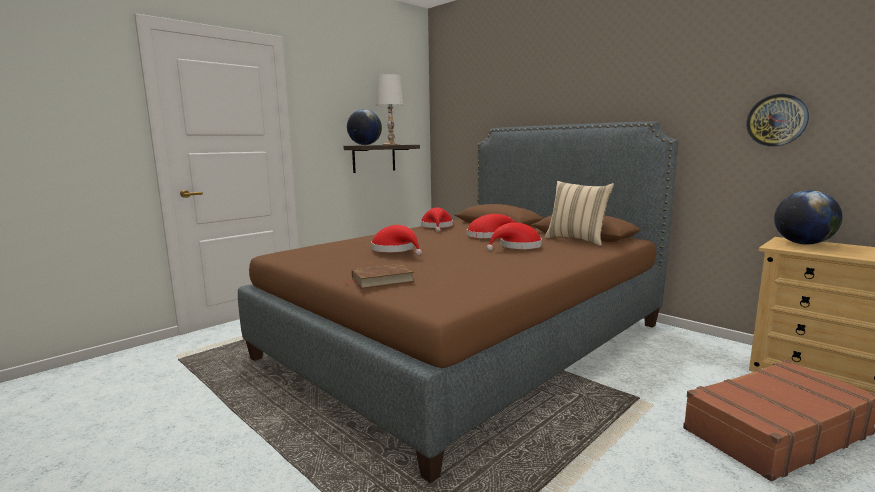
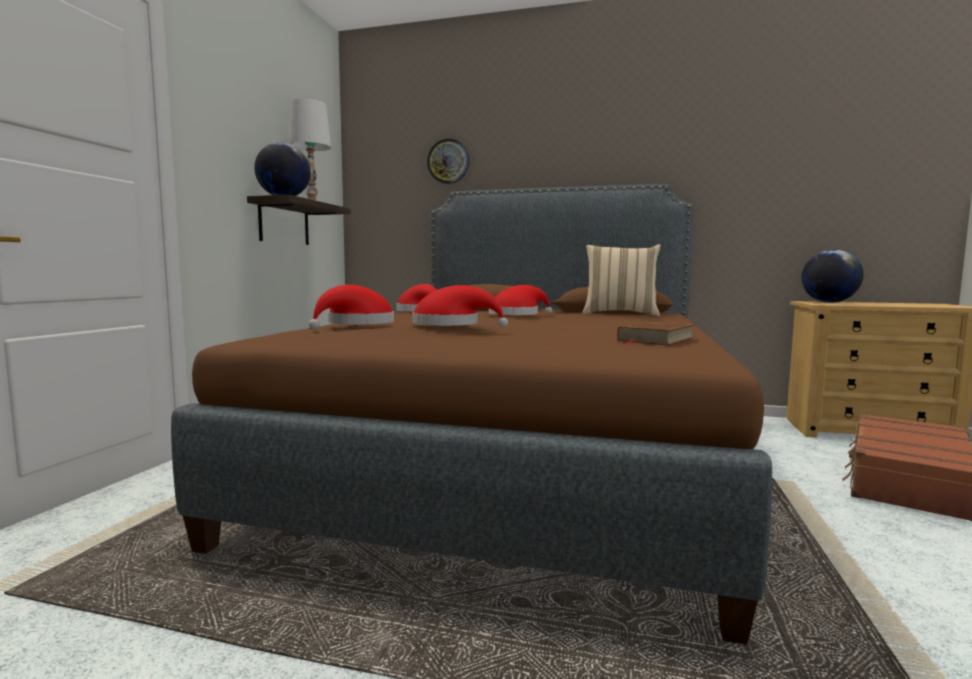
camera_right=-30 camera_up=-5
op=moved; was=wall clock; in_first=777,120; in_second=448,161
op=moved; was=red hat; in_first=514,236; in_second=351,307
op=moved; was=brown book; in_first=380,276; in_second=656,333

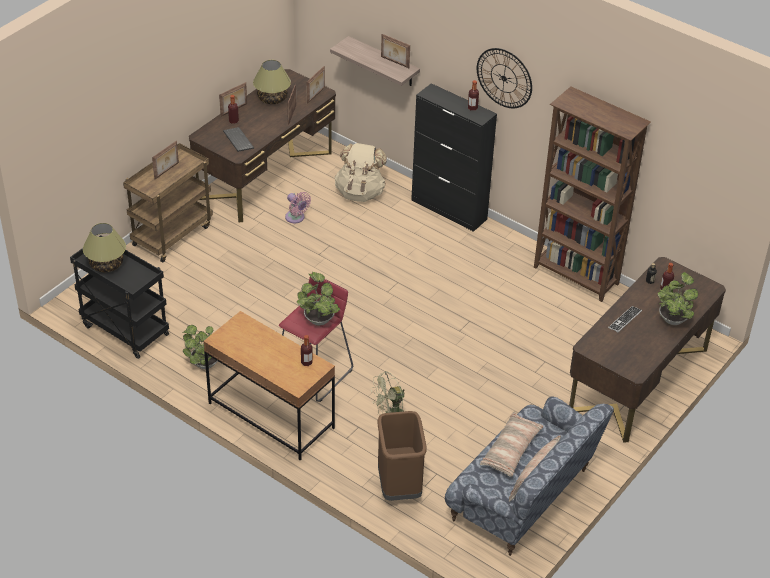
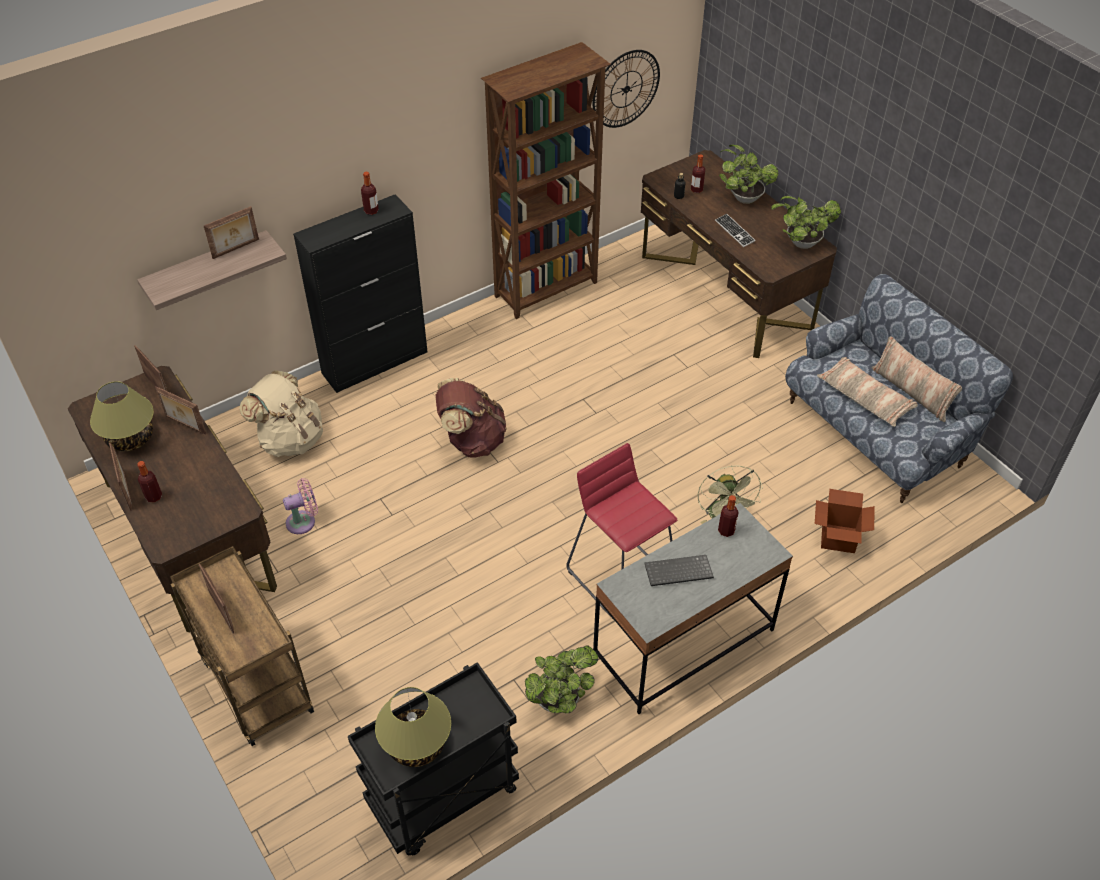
camera_right=-70 camera_up=5
op=moved; was=wall clock; in_first=504,78; in_second=626,89
op=moved; was=keyboard; in_first=238,139; in_second=679,570
op=moved; was=potted plant; in_first=318,299; in_second=806,222
op=recoloured; was=brown desk; now=grey desk; in_first=269,385; in_second=693,608
op=replaced; was=brown trash can; now=cardboard box; in_first=402,456; in_second=845,521
op=added; now=brown backpack; in_second=471,417

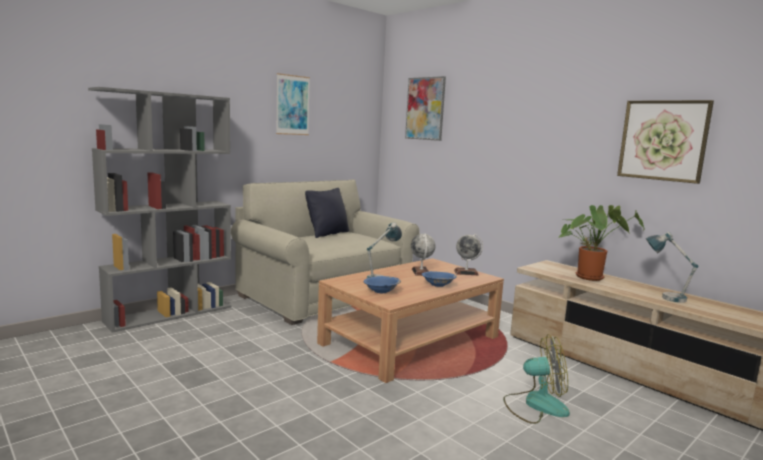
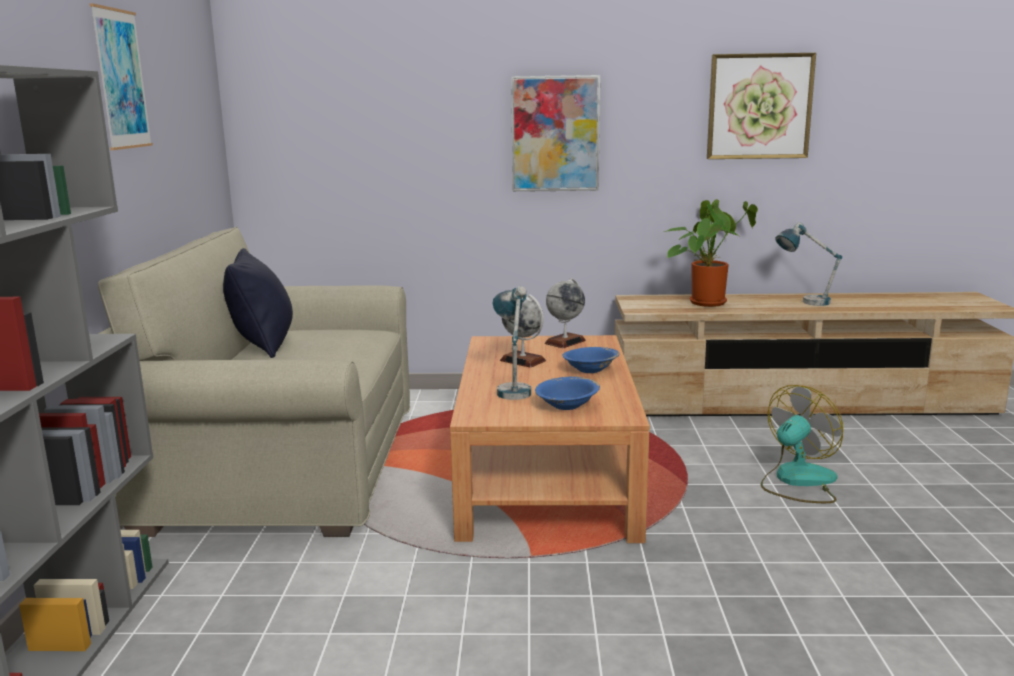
camera_right=-45 camera_up=5
op=moved; was=picture; in_first=425,108; in_second=555,133

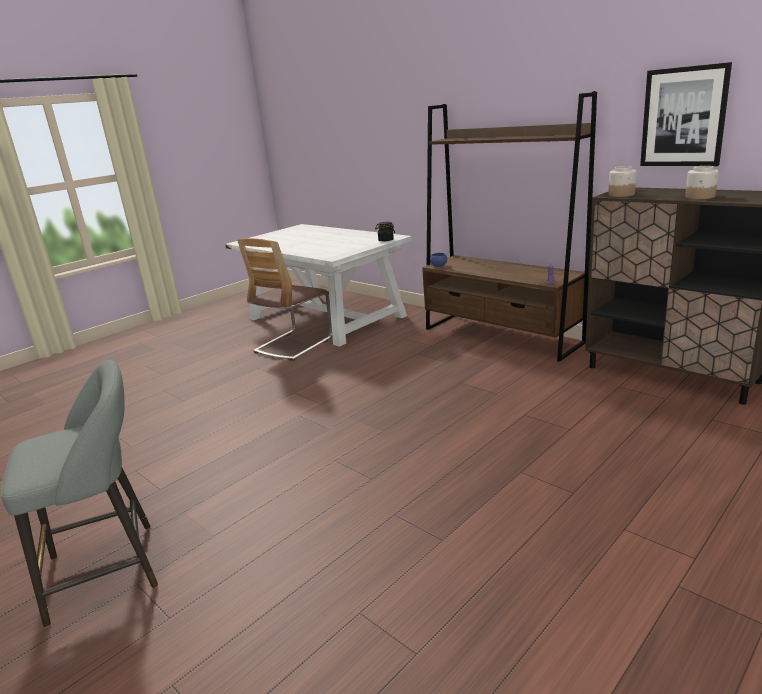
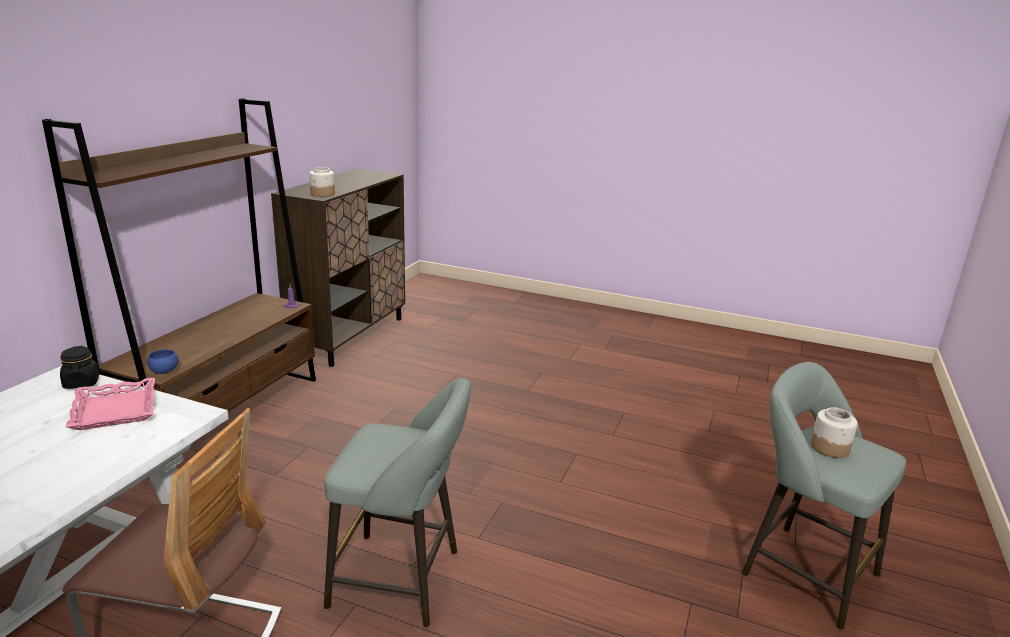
camera_right=-115 camera_up=0
op=removed; was=picture; in_first=686,114
op=moved; was=jar; in_first=701,182; in_second=834,432
op=added; now=pink tray; in_second=110,404
op=added; now=grey stool; in_second=397,503

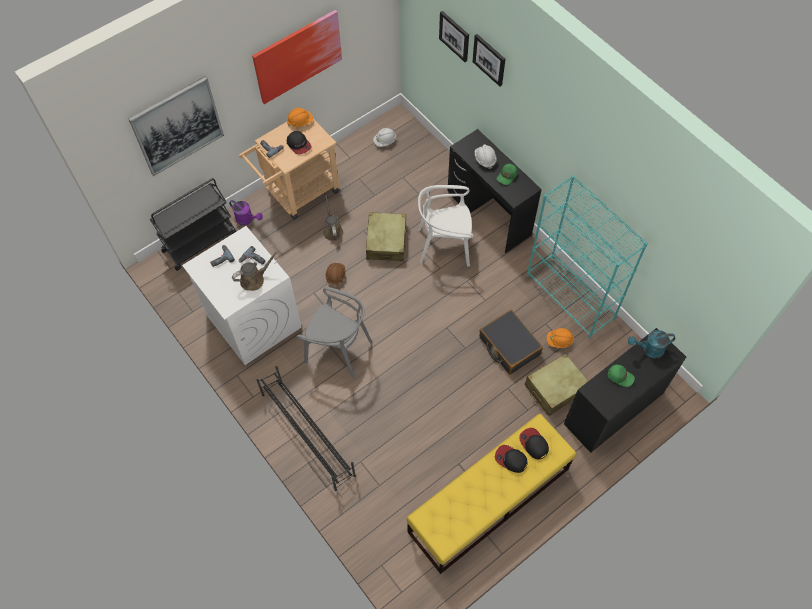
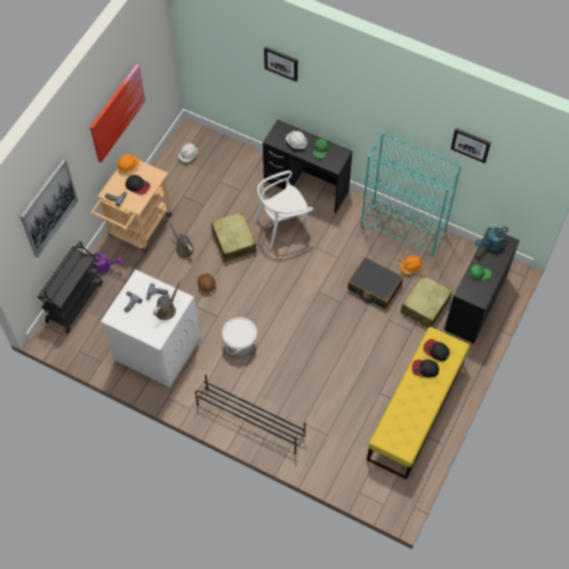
camera_right=-25 camera_up=0
op=moved; was=picture; in_first=454,36; in_second=471,145
op=replaced; was=grey chair; now=white bucket; in_first=334,332; in_second=239,336

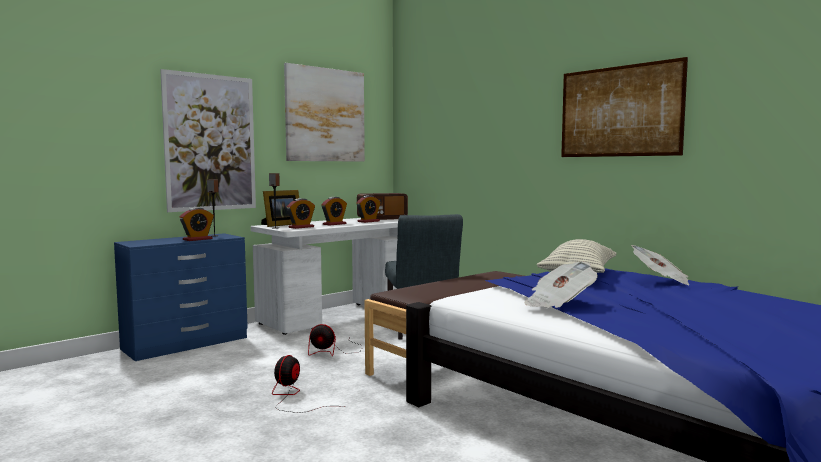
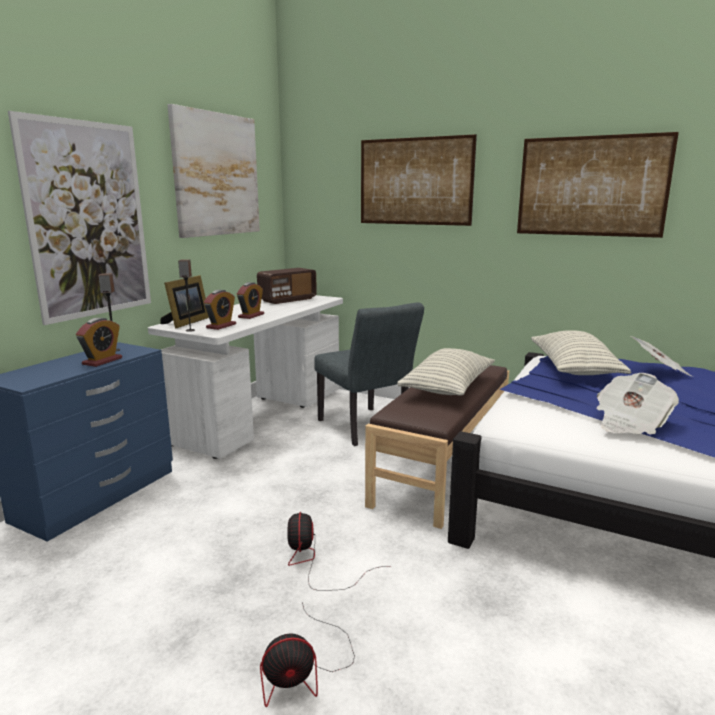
camera_right=-20 camera_up=10
op=removed; was=alarm clock; in_first=368,209
op=moved; was=fan; in_first=335,340; in_second=307,654
op=added; now=picture; in_second=419,180
op=added; now=pillow; in_second=446,372

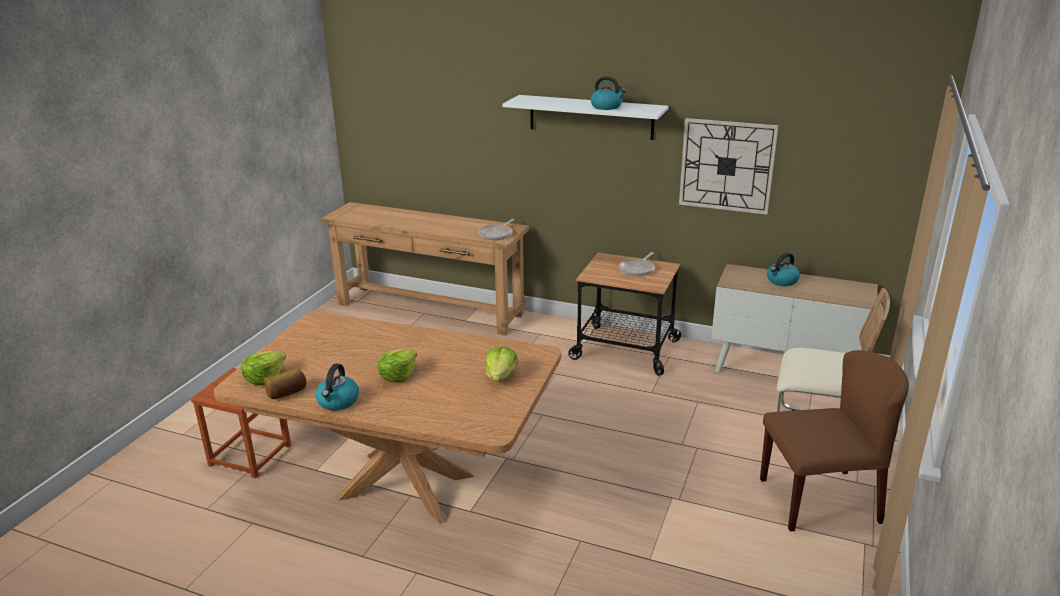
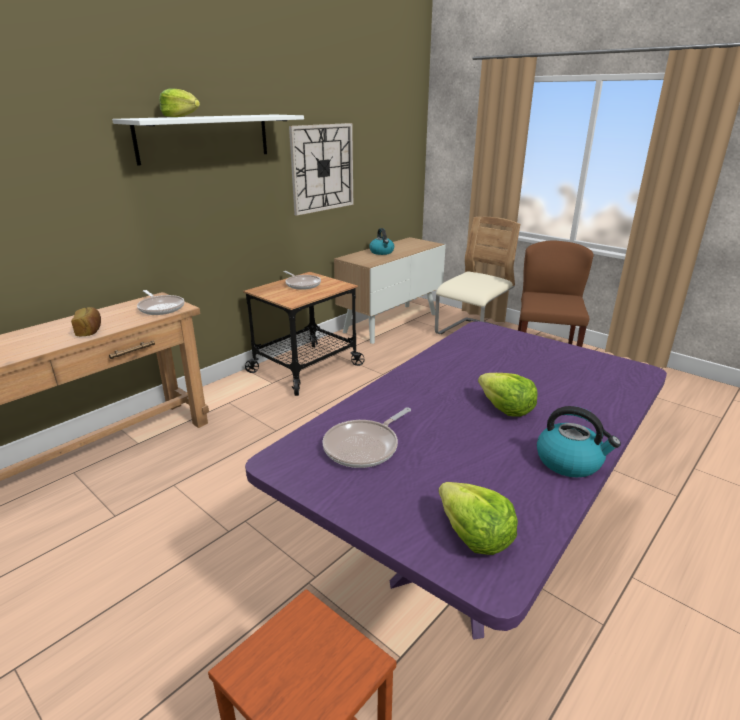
camera_right=-70 camera_up=0
op=removed; was=kettle; in_first=608,93
op=recoloured; was=brown dining table; now=purple dining table; in_first=387,418; in_second=456,480
op=moved; was=lettuce; in_first=501,363; in_second=179,102
op=moved; was=bread; in_first=285,383; in_second=86,321
op=added; now=frying pan; in_second=367,437

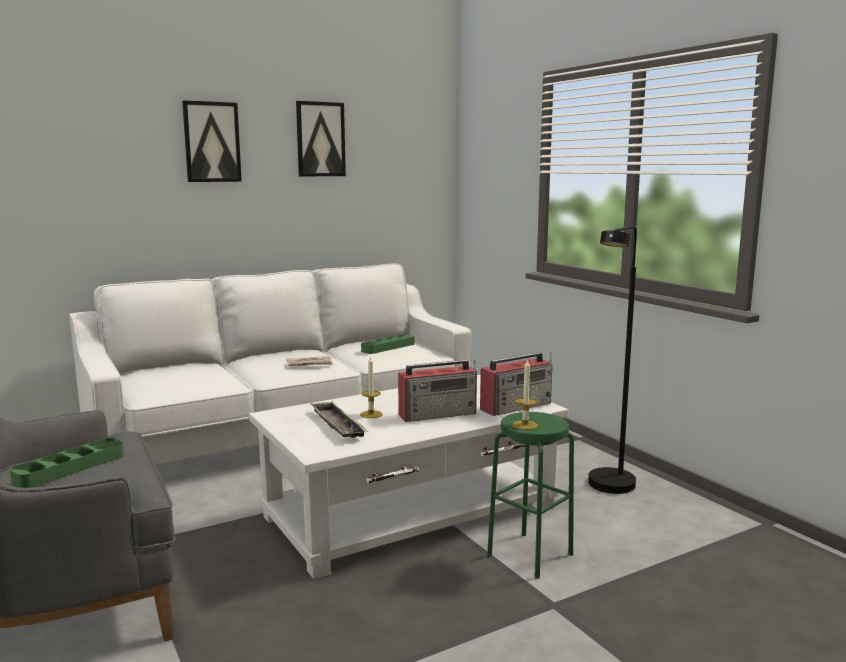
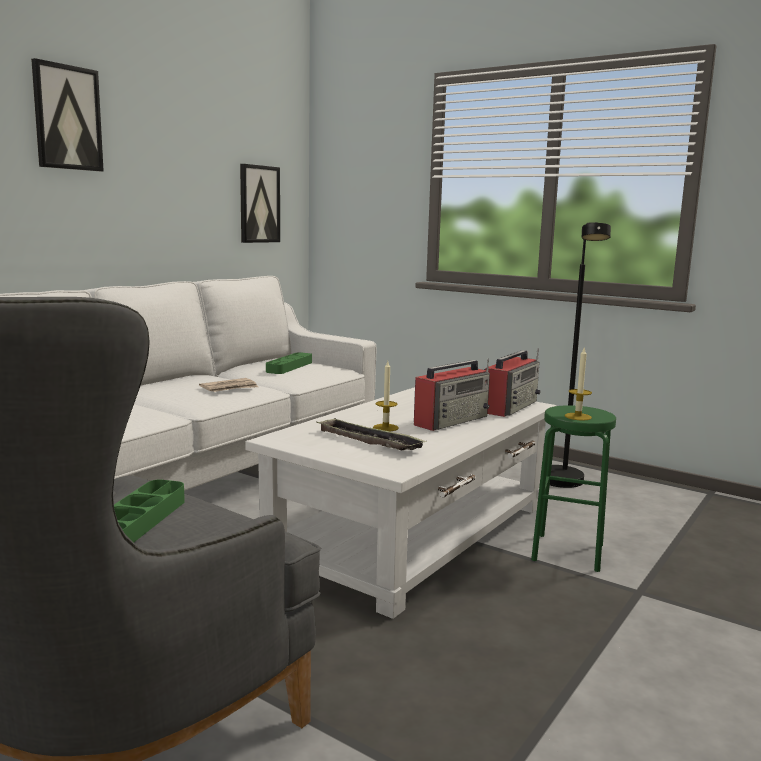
camera_right=-25 camera_up=0
op=moved; was=picture; in_first=321,138; in_second=260,203

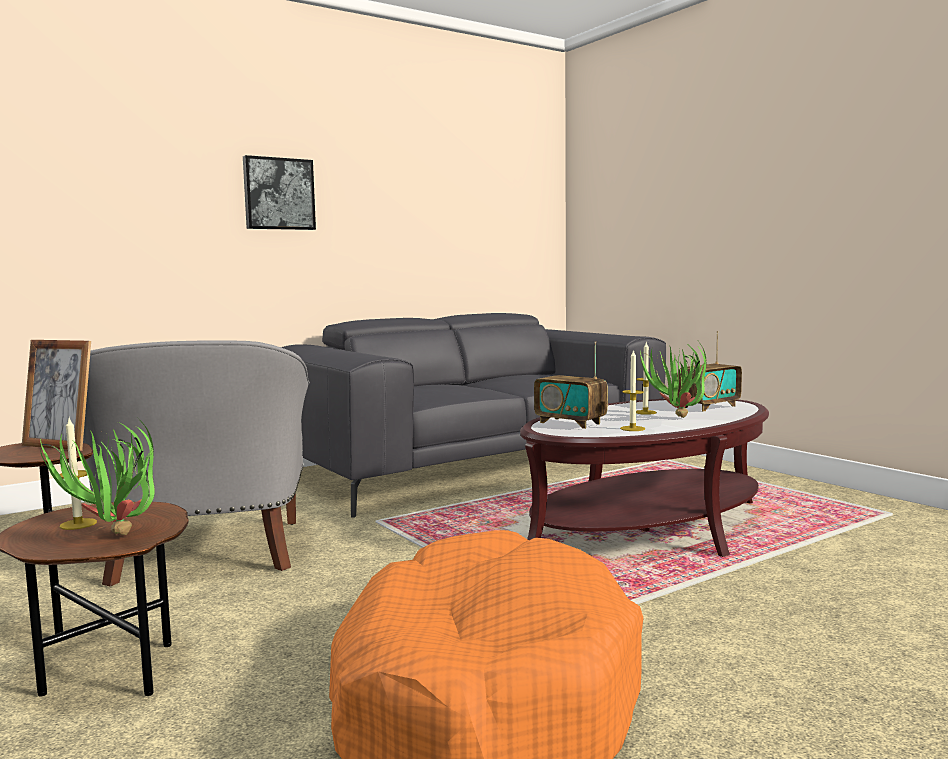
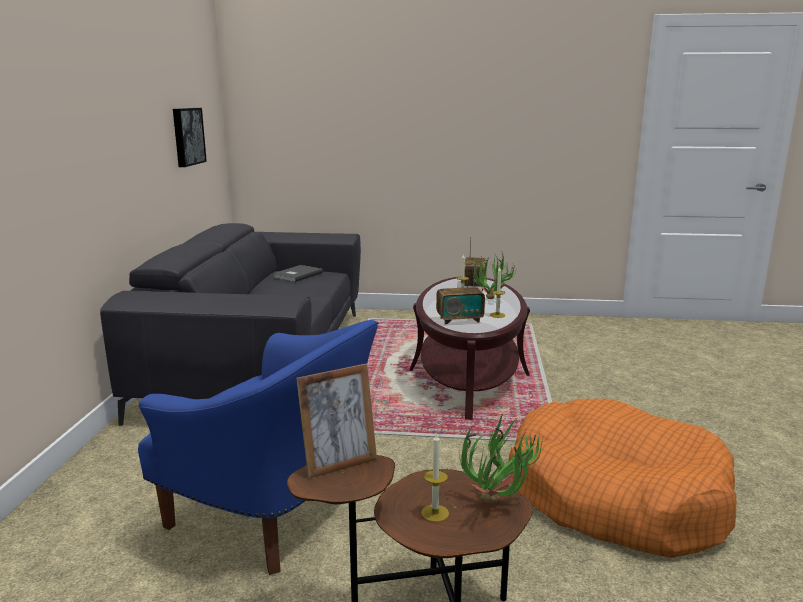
camera_right=-50 camera_up=10
op=moved; was=picture; in_first=279,192; in_second=190,137
op=recoloured; was=grey armchair; now=blue armchair; in_first=196,463; in_second=258,447
op=added; now=grey book; in_second=298,273

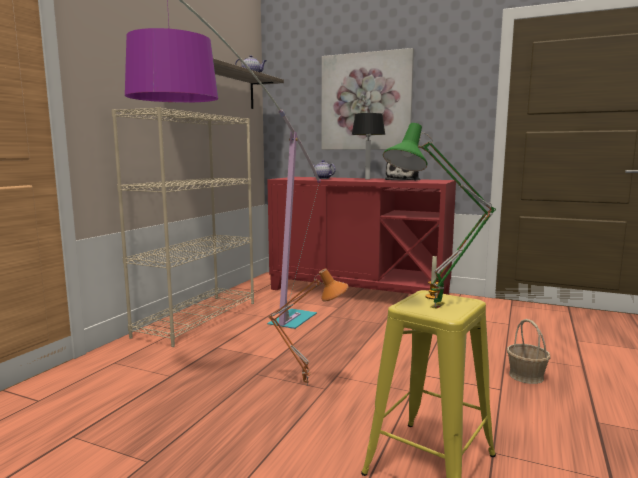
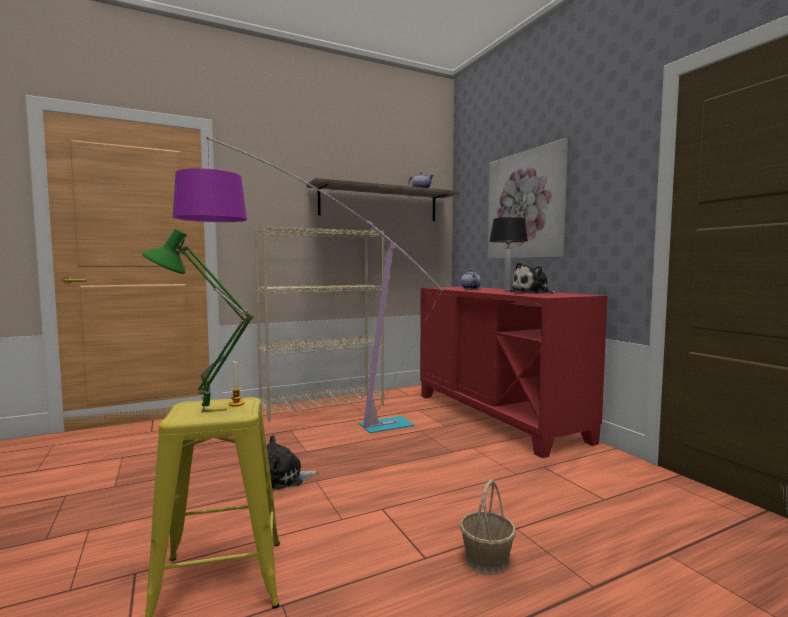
camera_right=40 camera_up=-5
op=replaced; was=orange table lamp; now=plush toy; in_first=308,327; in_second=293,462

